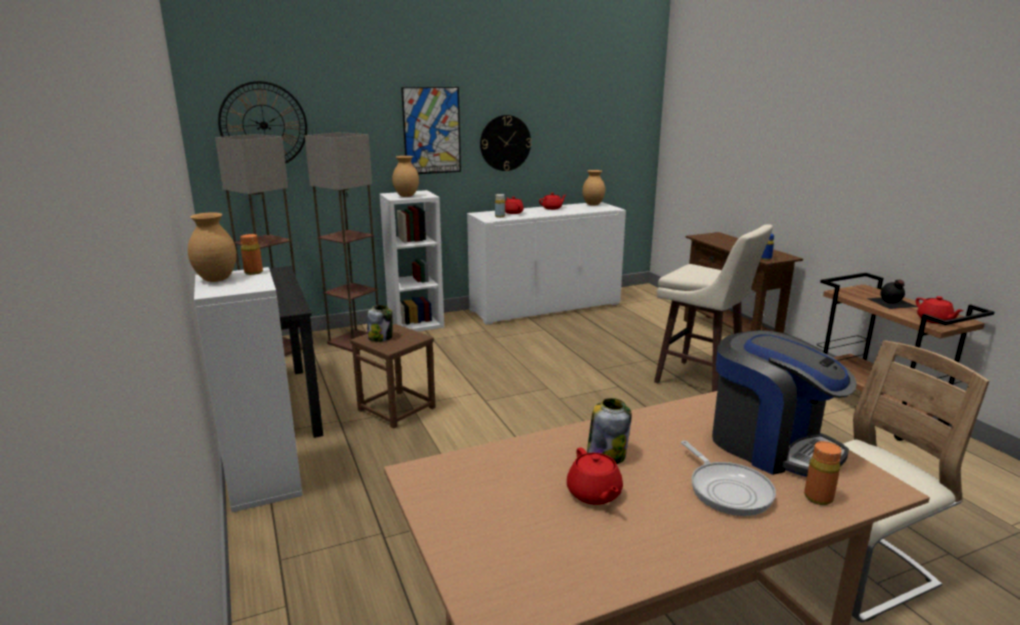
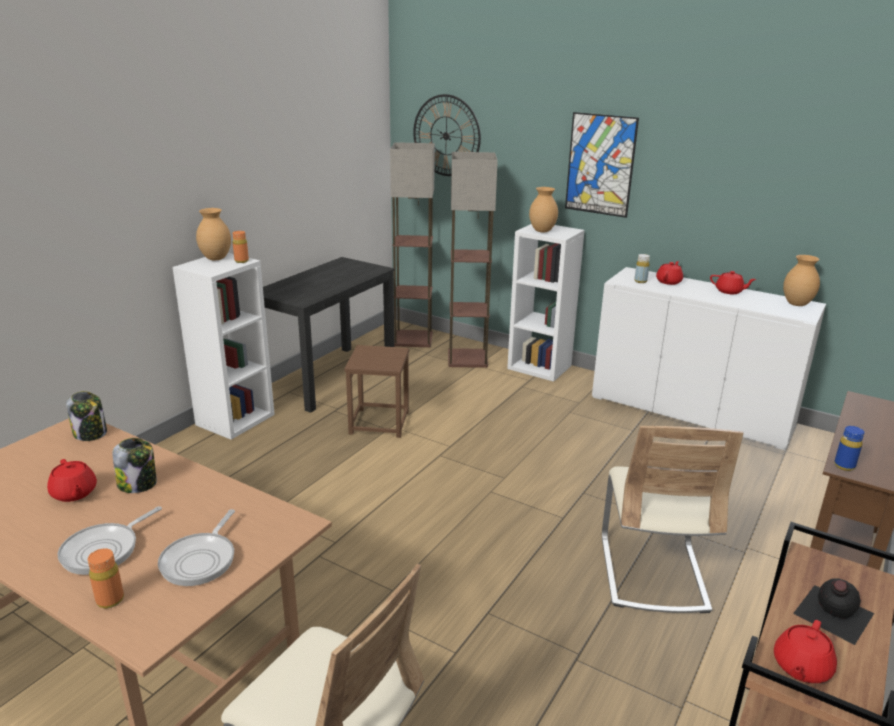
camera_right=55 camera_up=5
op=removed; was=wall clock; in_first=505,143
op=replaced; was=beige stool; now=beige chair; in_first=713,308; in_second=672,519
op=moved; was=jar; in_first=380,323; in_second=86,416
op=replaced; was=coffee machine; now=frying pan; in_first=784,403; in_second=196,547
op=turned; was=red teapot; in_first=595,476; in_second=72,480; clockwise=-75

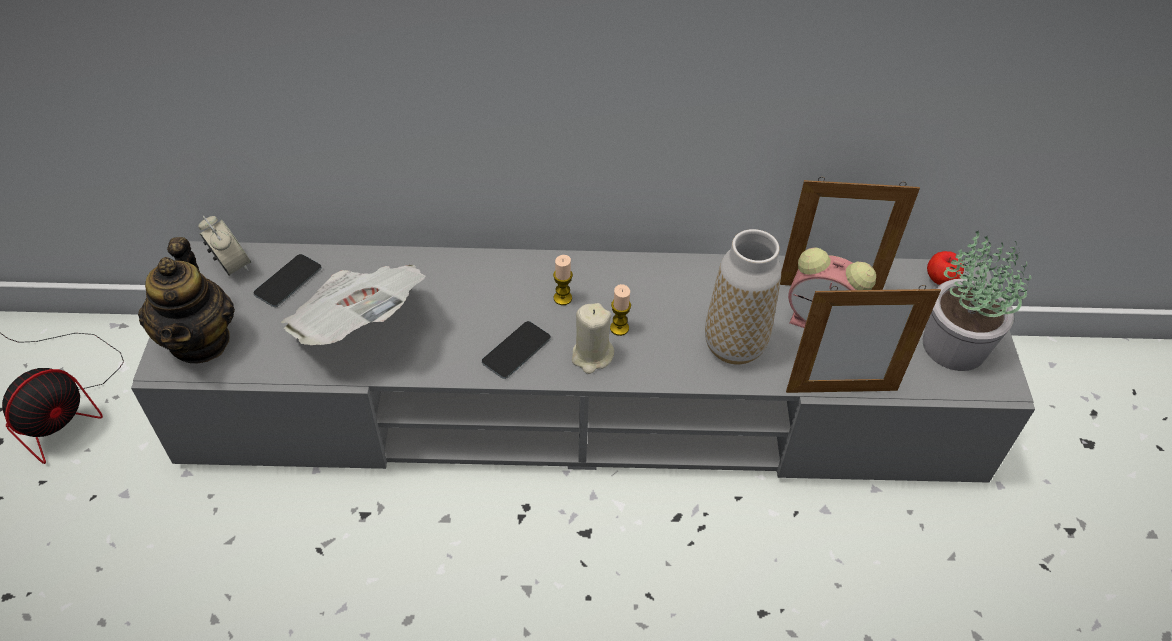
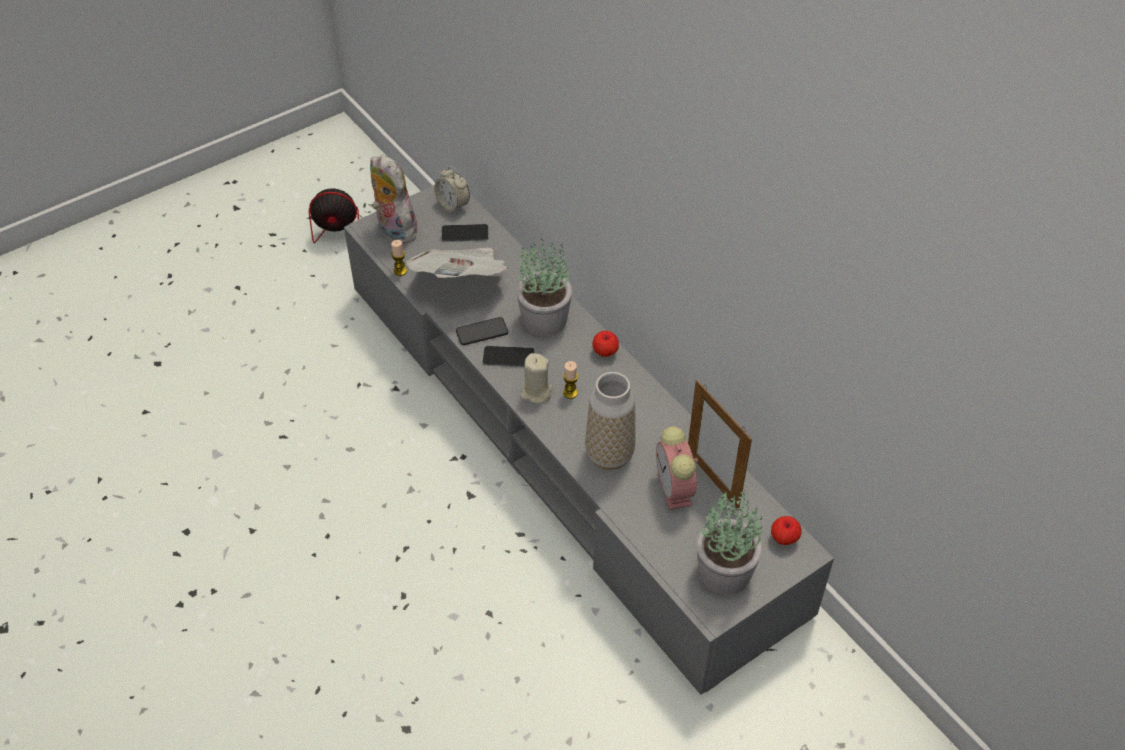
camera_right=55 camera_up=0
op=turned; was=alarm clock; in_first=224,245; in_second=452,190; clockwise=120
op=replaced; was=teapot; now=plush toy; in_first=186,300; in_second=393,199
op=moved; was=candle; in_first=563,280; in_second=399,258
op=removed; was=picture frame; in_first=863,339
op=added; now=potted plant; in_second=544,287
op=added; now=phone; in_second=482,331
op=added; now=apple; in_second=605,344

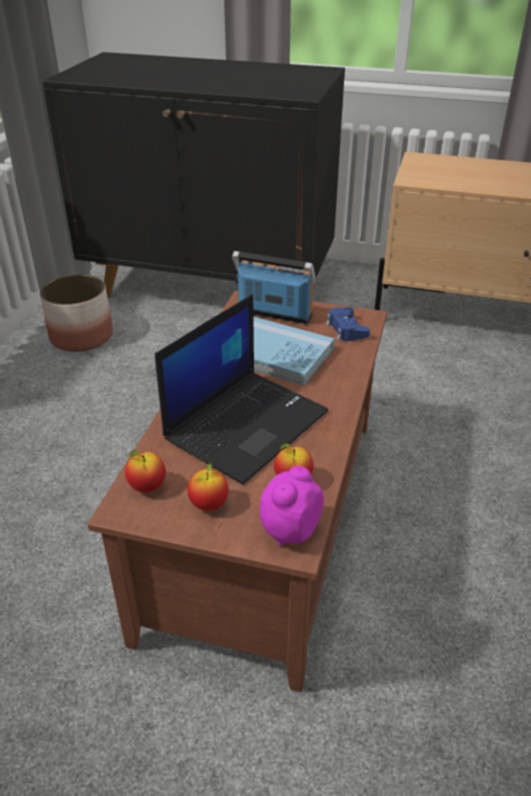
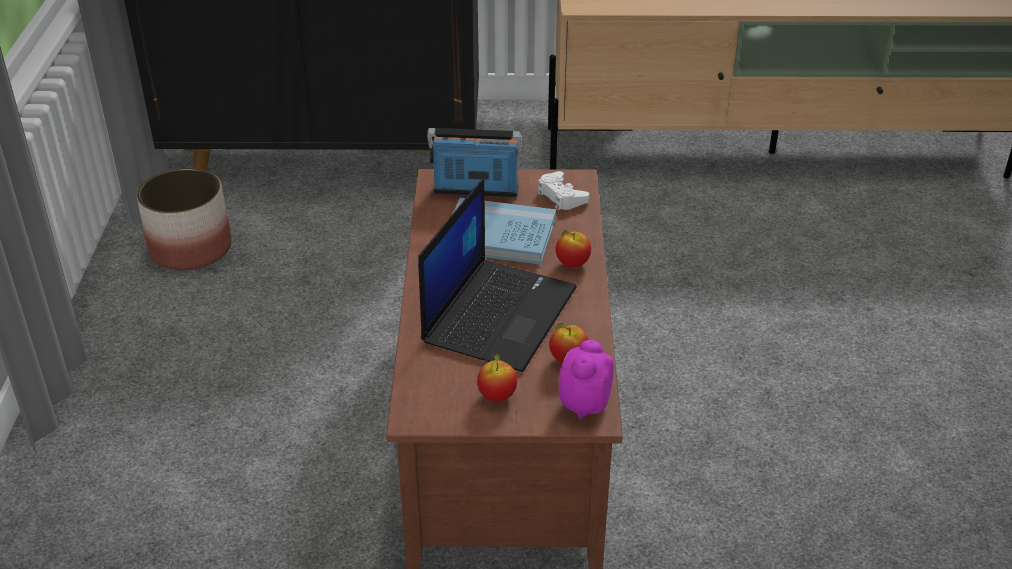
camera_right=-15 camera_up=0
op=recoloured; was=blue game controller; now=white game controller; in_first=348,324; in_second=563,190
op=moved; was=apple; in_first=145,471; in_second=573,249

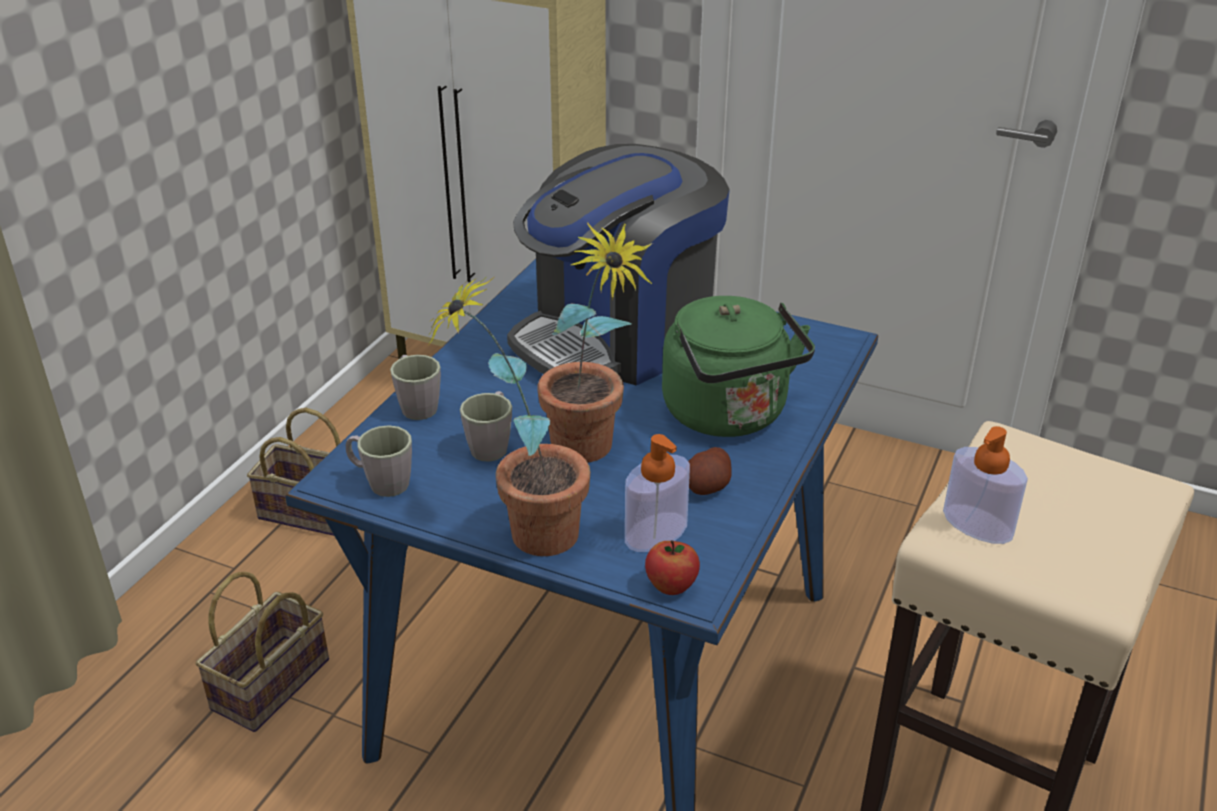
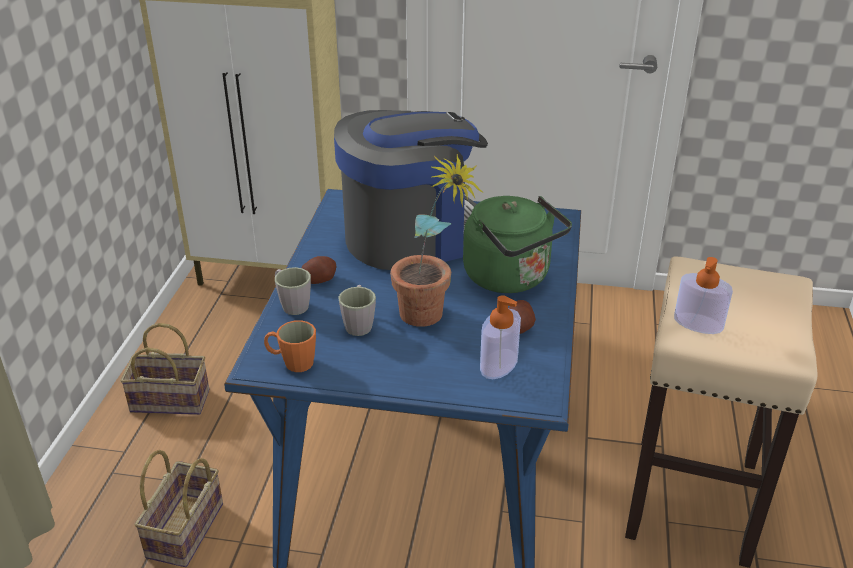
camera_right=-15 camera_up=0
op=turned; was=coffee machine; in_first=618,264; in_second=411,190; clockwise=-150
op=removed; was=potted plant; in_first=509,416
op=recoloured; was=grey mug; now=orange mug; in_first=379,461; in_second=290,346
op=removed; was=apple; in_first=672,567
op=added; now=potato; in_second=319,270

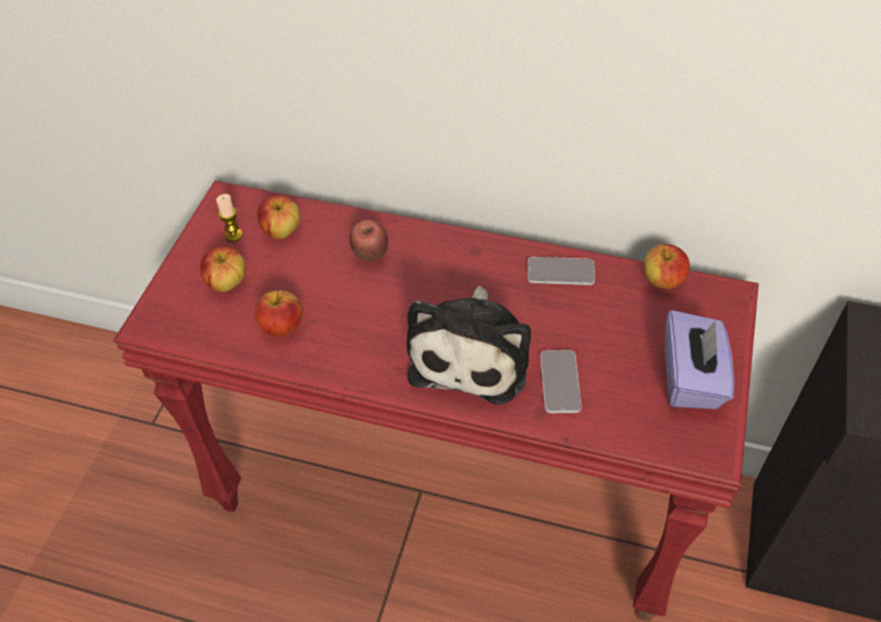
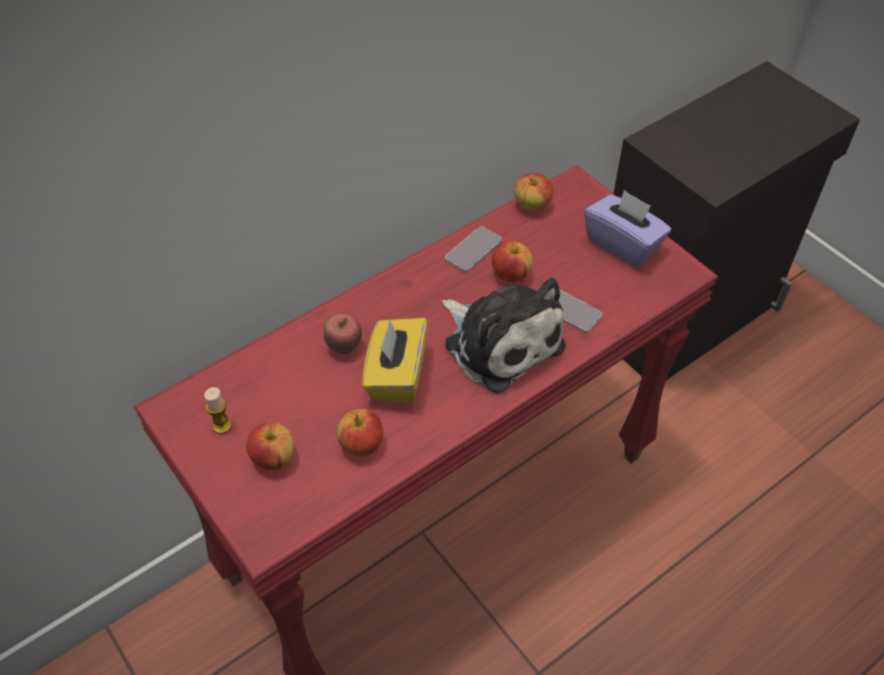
camera_right=-55 camera_up=0
op=moved; was=apple; in_first=278,217; in_second=512,262
op=added; now=yellow tissue box; in_second=395,361

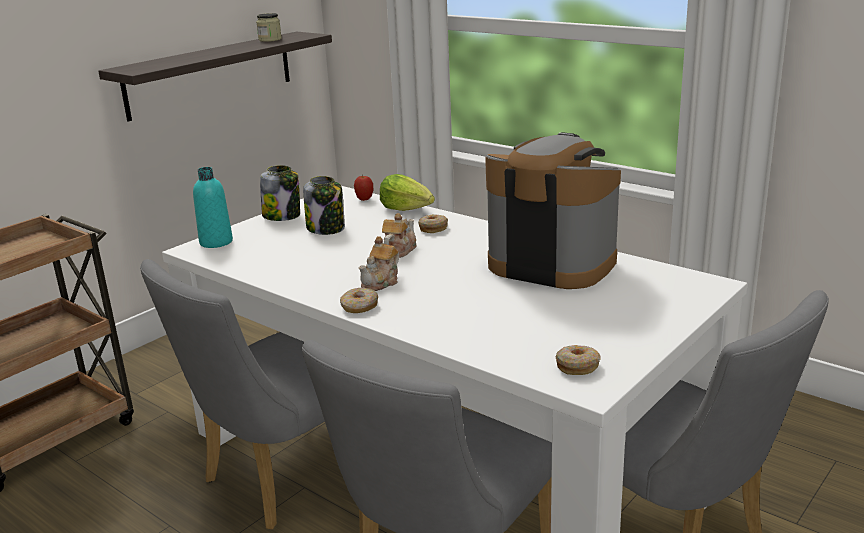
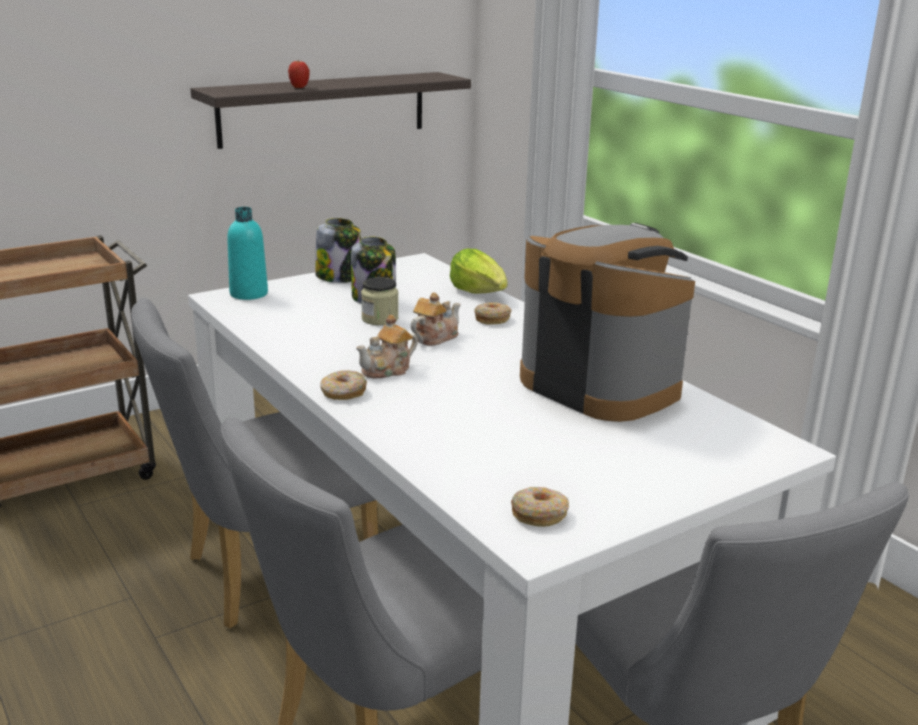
camera_right=15 camera_up=0
op=moved; was=jar; in_first=269,27; in_second=379,301
op=moved; was=apple; in_first=363,187; in_second=299,74

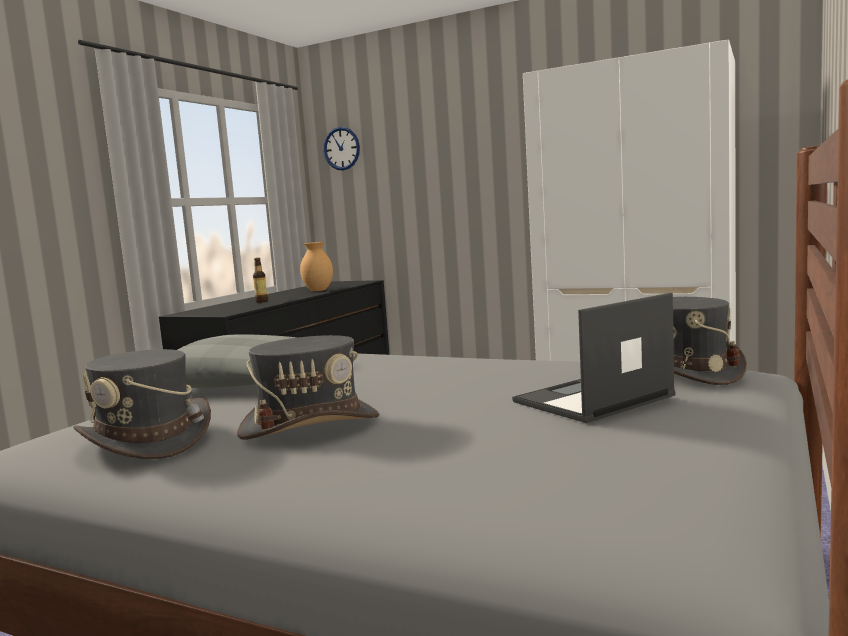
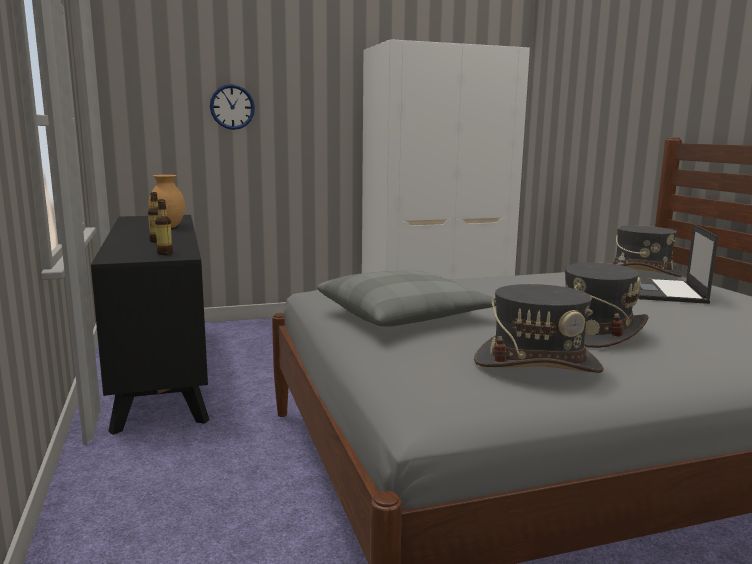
camera_right=-45 camera_up=5
op=moved; was=wall clock; in_first=341,148; in_second=232,107
op=added; now=bottle; in_second=164,227

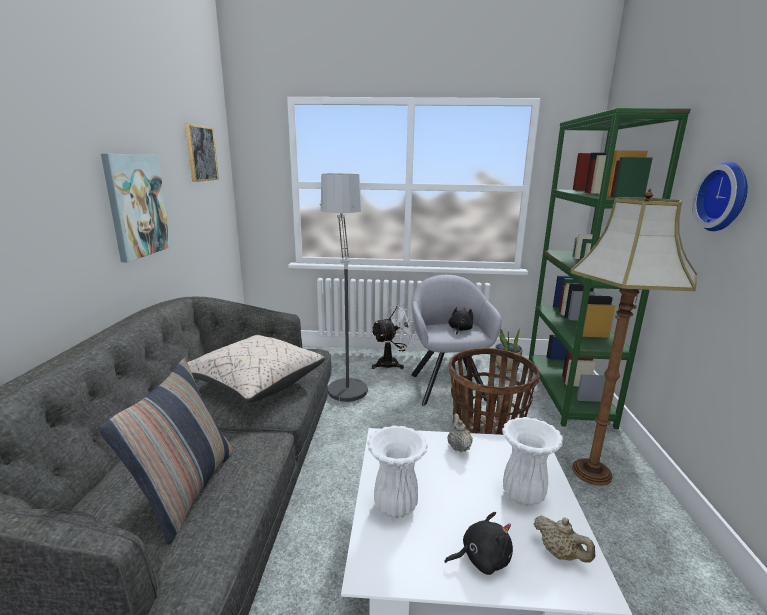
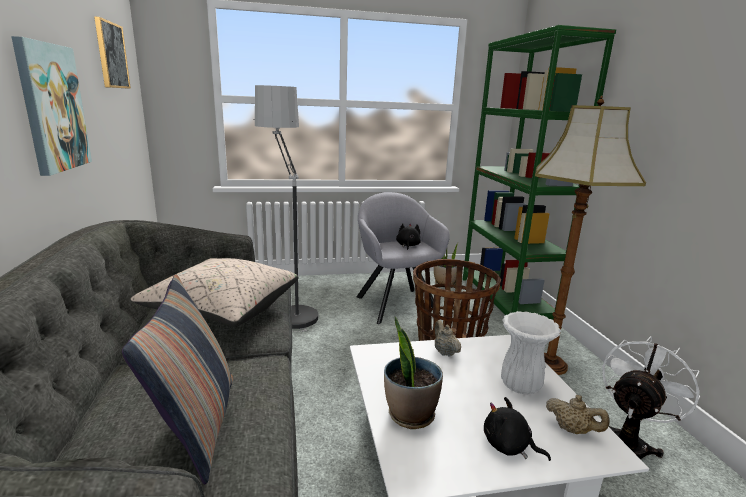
camera_right=-15 camera_up=0
op=removed; was=wall clock; in_first=720,196
op=moved; was=white fan; in_first=393,336; in_second=651,397
op=replaced; was=white vase; now=potted plant; in_first=397,471; in_second=413,373
op=turned; was=black plush toy; in_first=479,543; in_second=517,429; clockwise=-120

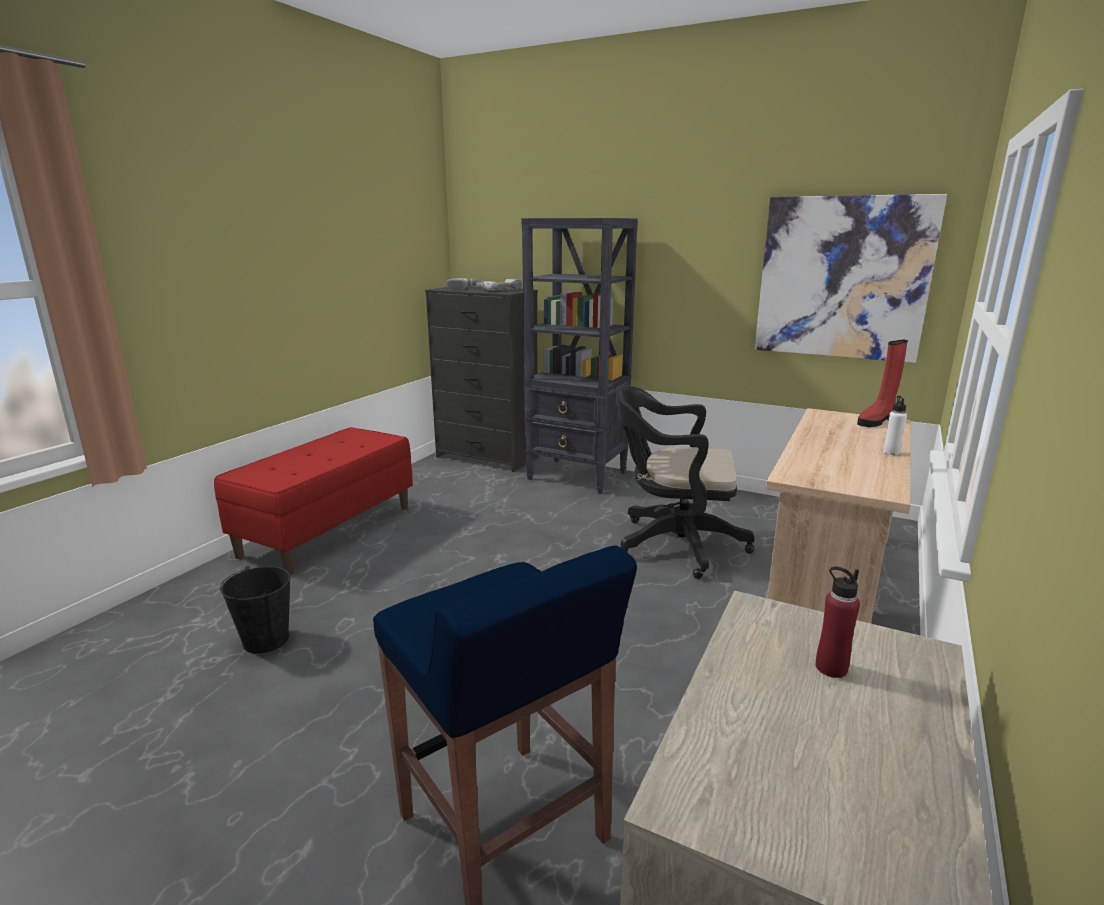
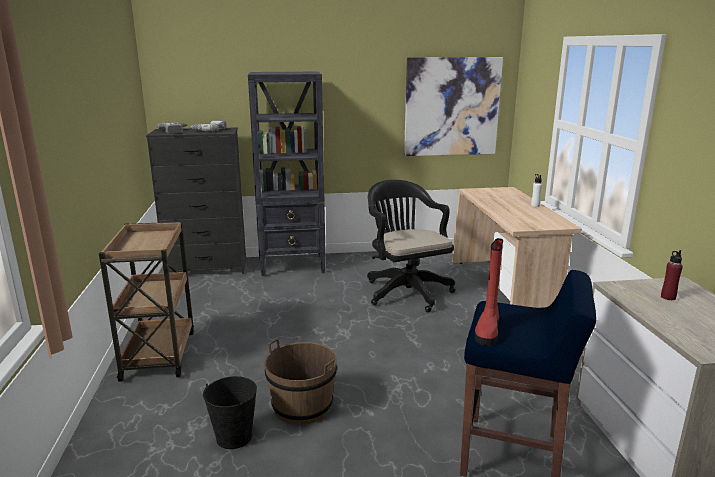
camera_right=-35 camera_up=0
op=moved; was=red boot; in_first=882,383; in_second=489,292
op=turned; was=black office chair; in_first=685,482; in_second=411,246; clockwise=90
op=replaced; was=red bench; now=brown cart; in_first=313,501; in_second=146,301
op=added; now=brown bucket; in_second=300,381

